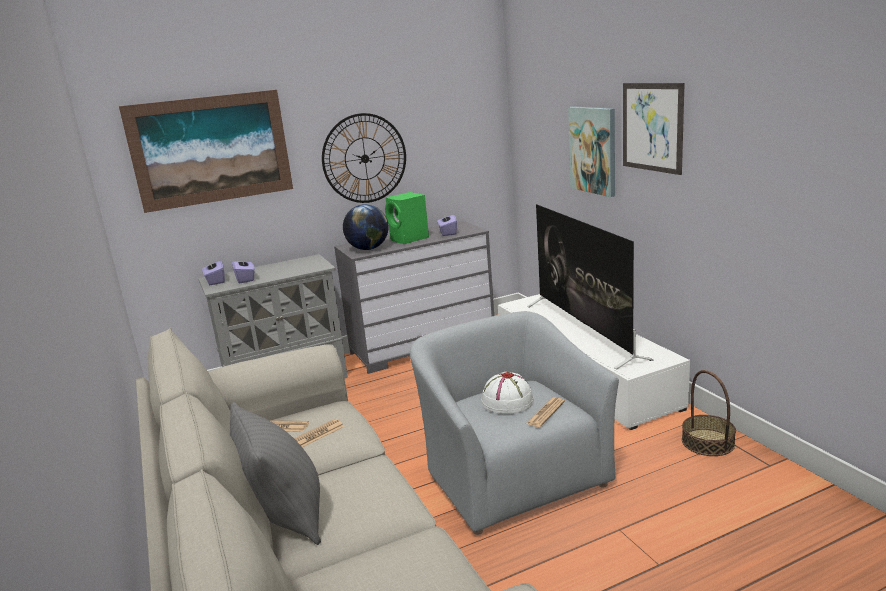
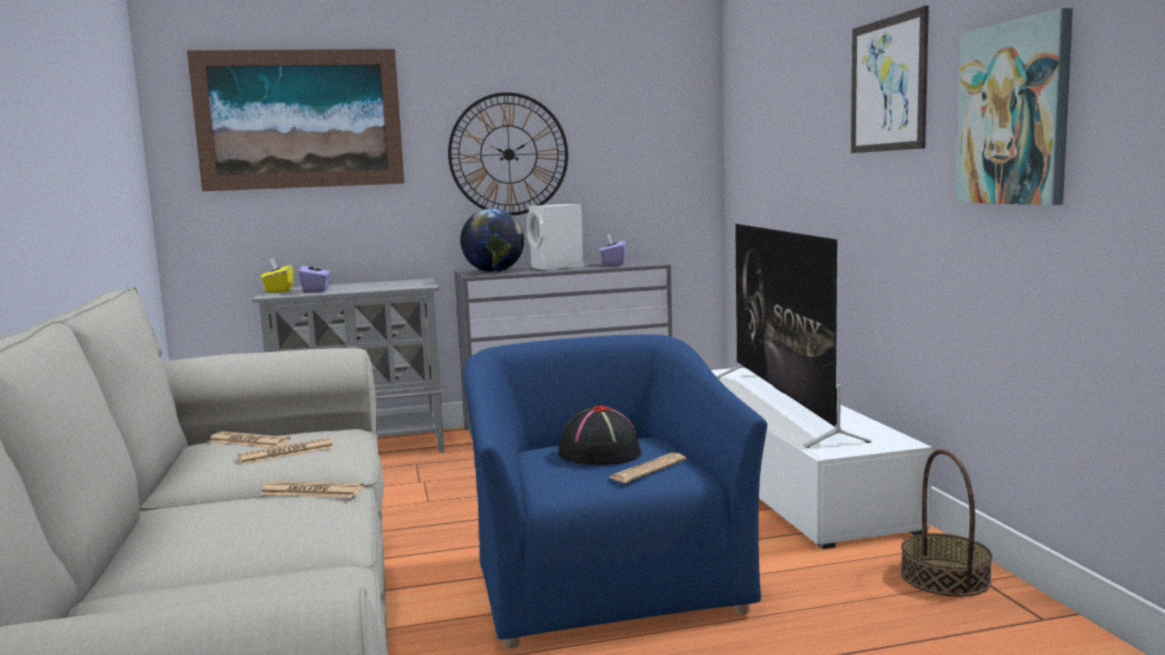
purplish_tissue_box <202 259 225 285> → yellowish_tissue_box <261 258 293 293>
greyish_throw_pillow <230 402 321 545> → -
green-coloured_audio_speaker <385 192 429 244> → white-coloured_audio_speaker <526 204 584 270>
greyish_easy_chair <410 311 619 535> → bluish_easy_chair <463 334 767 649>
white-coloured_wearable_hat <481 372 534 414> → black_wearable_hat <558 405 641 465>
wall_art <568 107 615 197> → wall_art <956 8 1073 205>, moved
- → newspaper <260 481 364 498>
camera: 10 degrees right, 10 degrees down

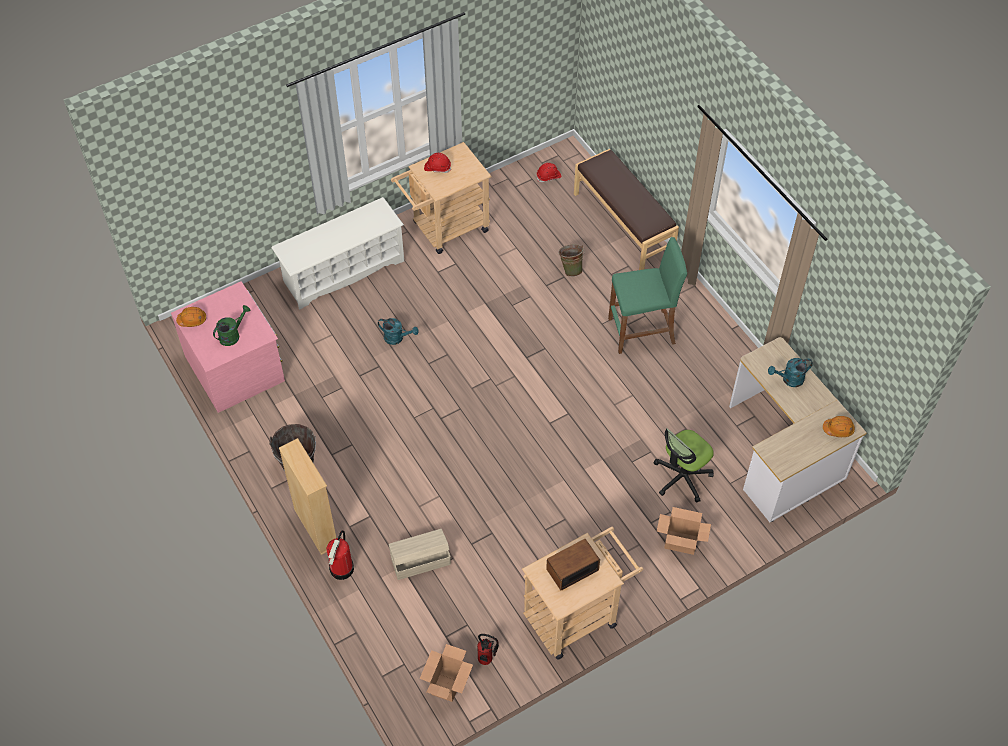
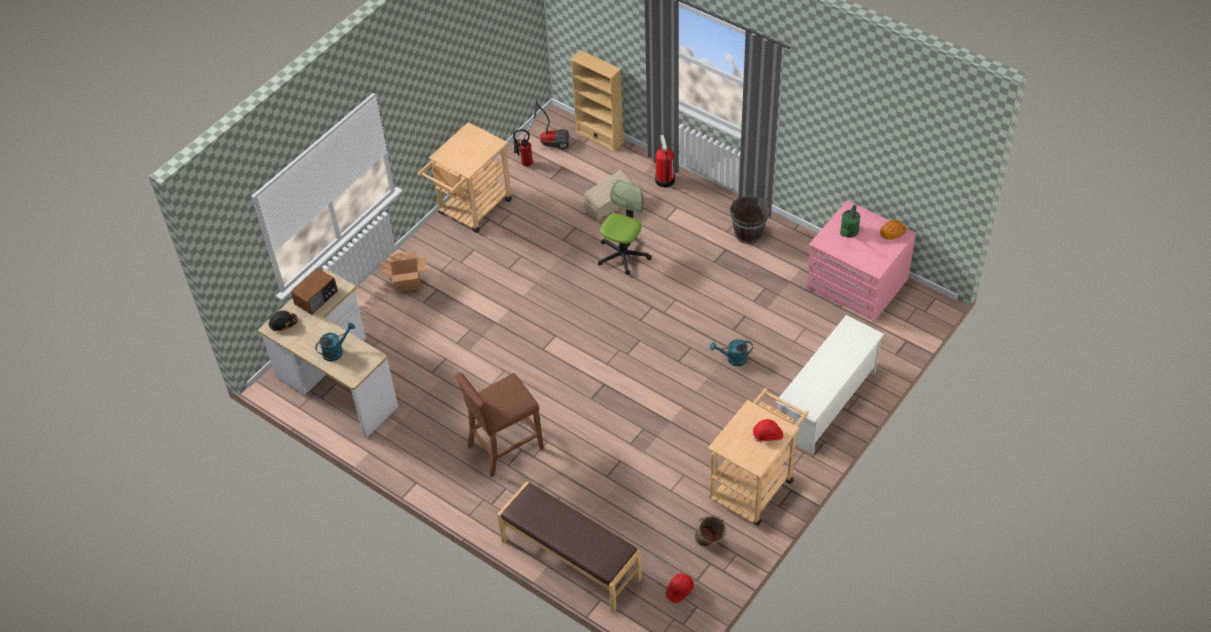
beige_bookshelf <279 438 336 555> → beige_bookshelf <570 50 624 152>, moved
packing_box <420 644 473 702> → vacuum <514 101 569 153>
radio_receiver <546 539 600 590> → radio_receiver <291 268 338 315>, moved
green-coloured_water_bucket <558 245 585 277> → green-coloured_water_bucket <695 515 726 547>, moved
green-coloured_sitting_stool <608 237 687 354> → brown_sitting_stool <455 372 544 478>
computer_chair <654 428 714 503> → computer_chair <598 180 652 275>, moved
orange_safety_helmet <823 416 855 437> → black_safety_helmet <268 310 298 331>
camera: 160 degrees right, 5 degrees down

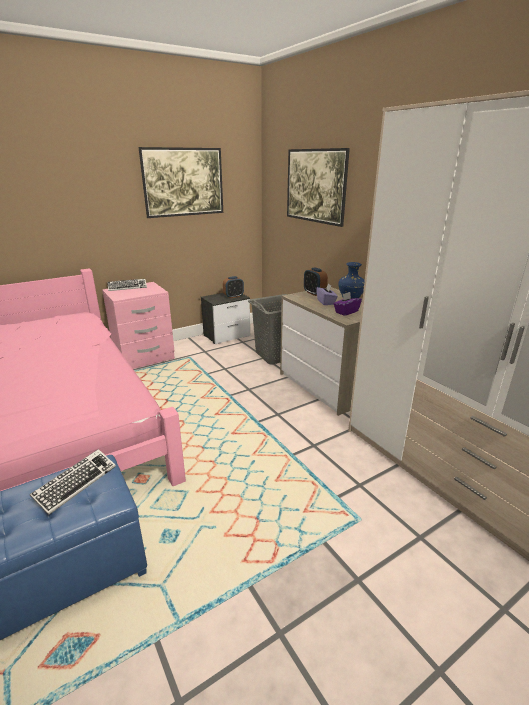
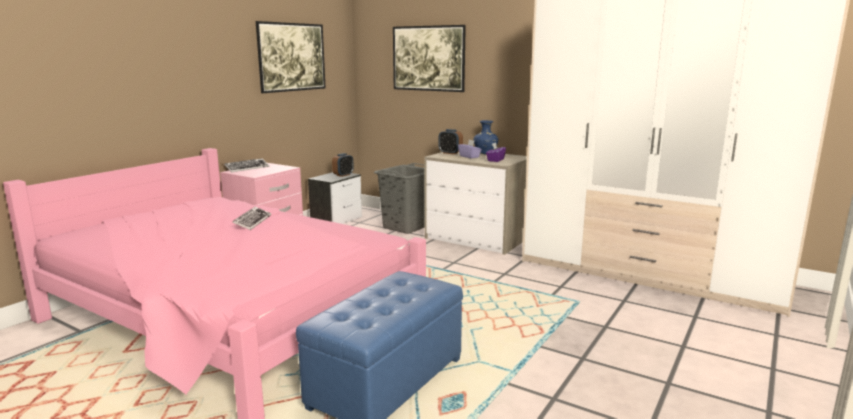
keyboard <30 449 116 515> → keyboard <232 207 271 230>, moved
camera: 25 degrees left, 10 degrees down

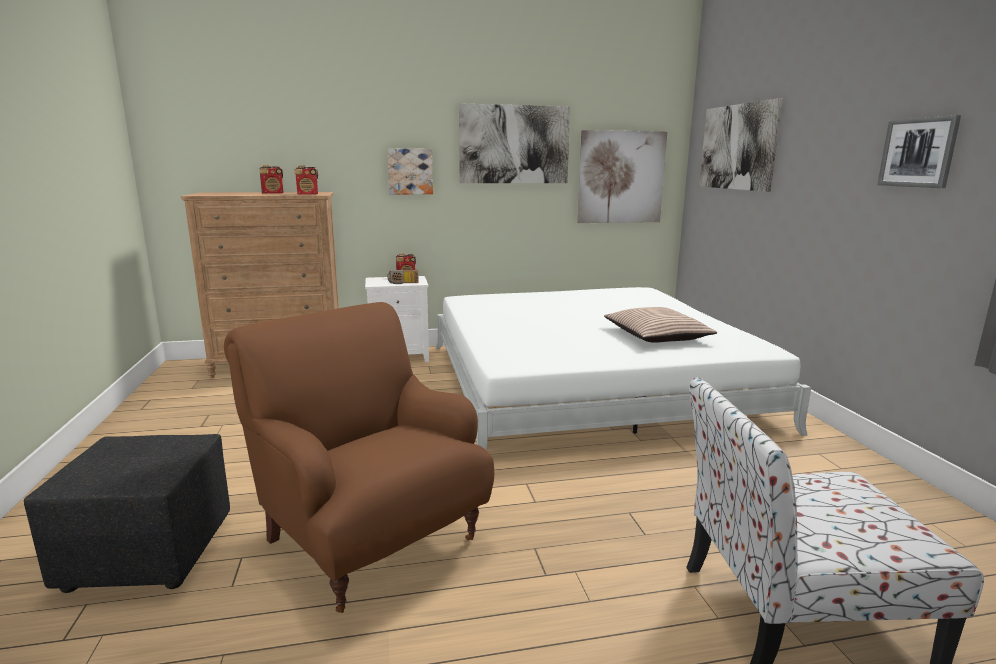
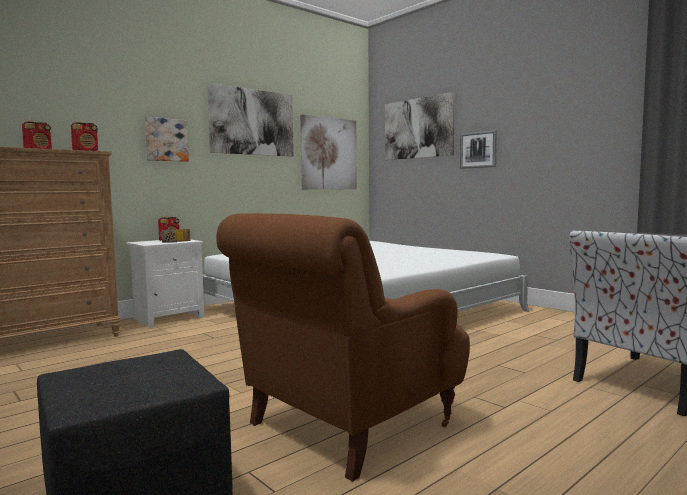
brown_easy_chair <224 302 494 613> → brown_easy_chair <216 213 470 482>, 60 degrees counterclockwise
throw_pillow <604 307 717 343> → -
wall_art <877 115 961 188> → wall_art <460 130 497 169>, moved
camera: 30 degrees left, 10 degrees down

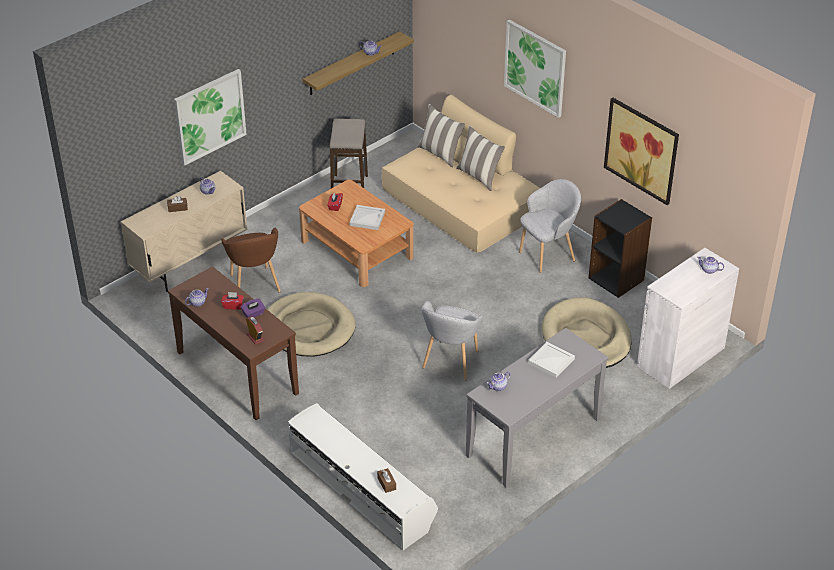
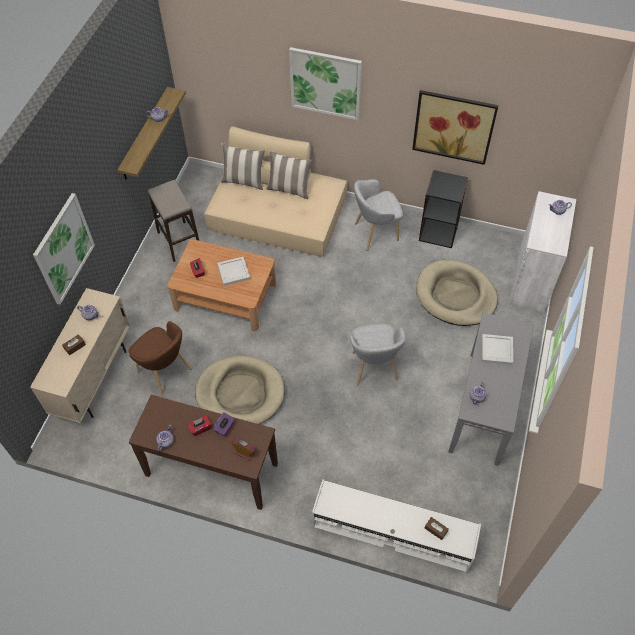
greyish_easy_chair <519 179 581 273> → greyish_easy_chair <354 179 403 251>, 135 degrees counterclockwise
camera: 30 degrees left, 15 degrees up

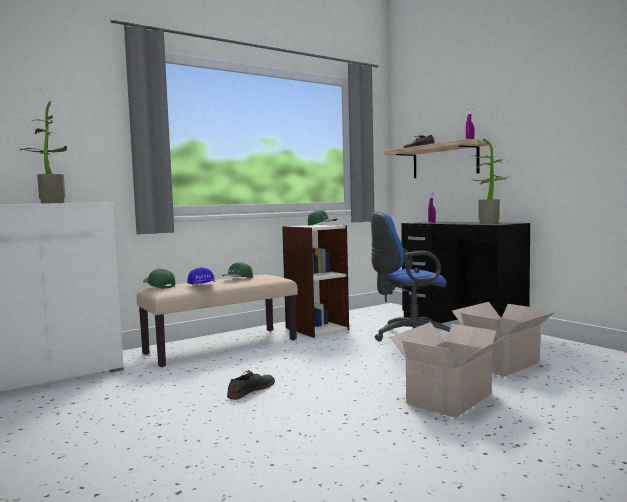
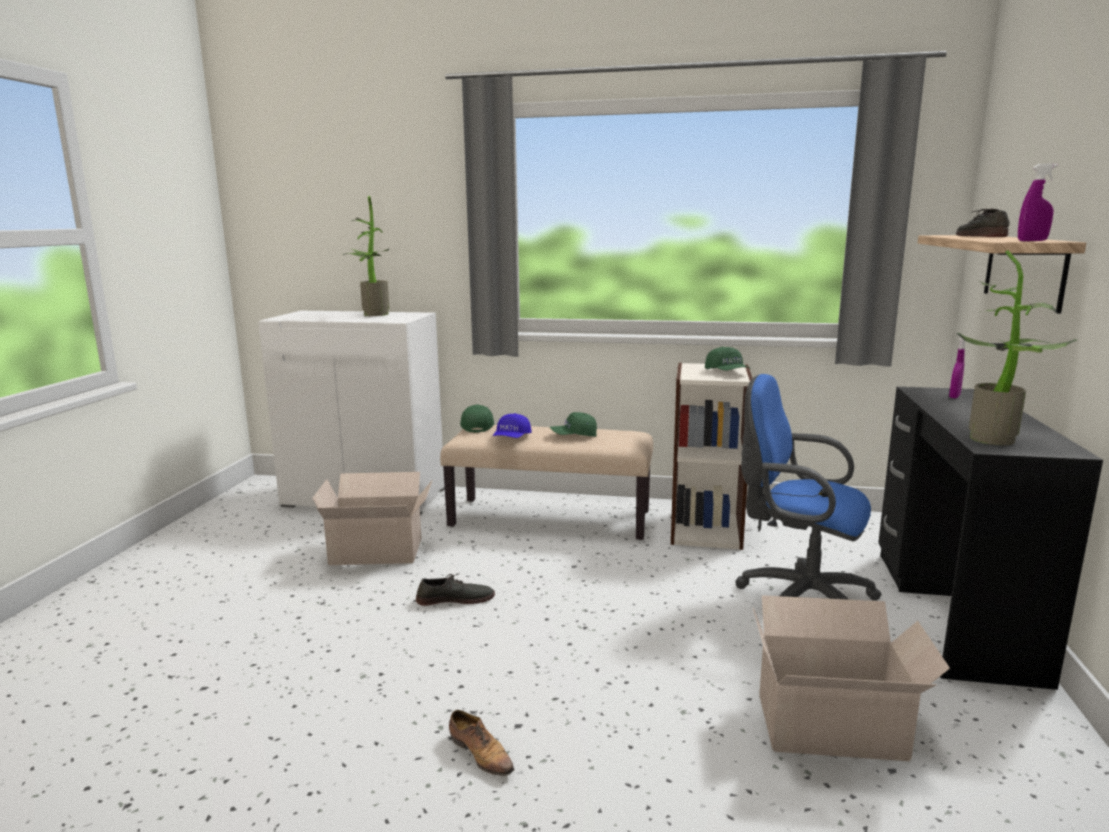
packing_box <390 322 510 418> → packing_box <312 472 432 565>, moved
- → item_of_footwear <449 710 514 776>
camera: 45 degrees right, 10 degrees up

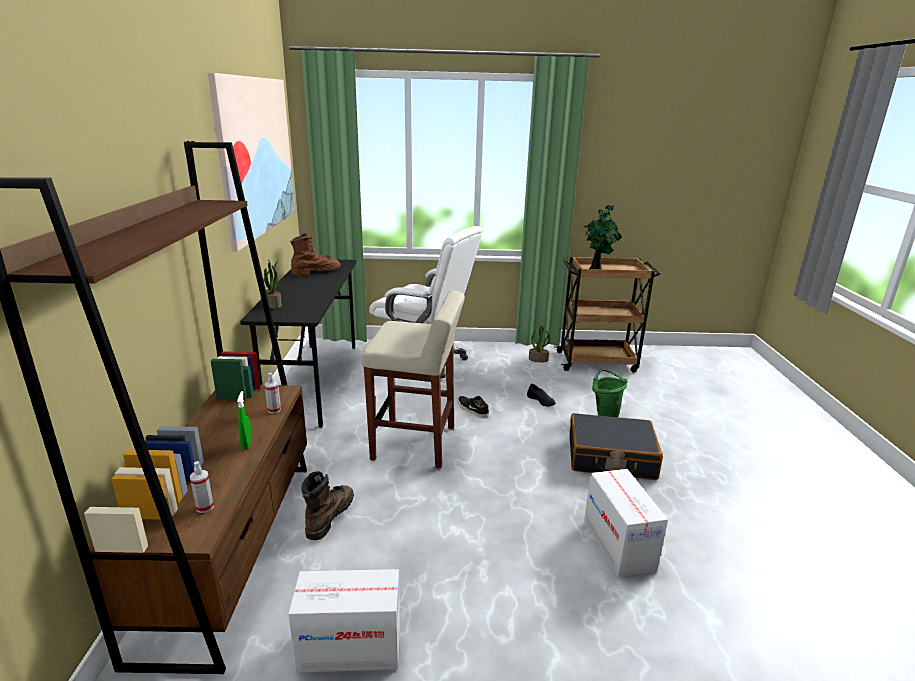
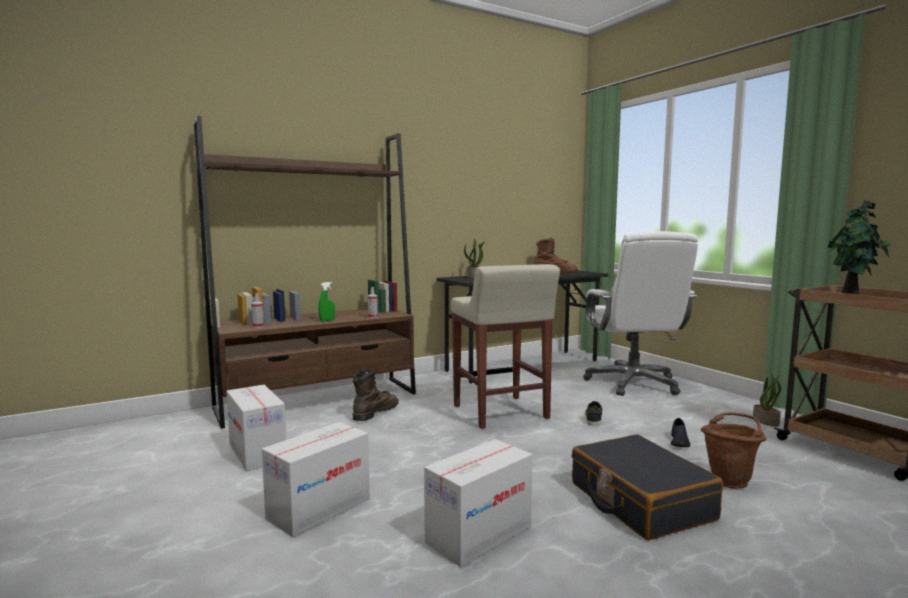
wall_art <207 73 295 252> → -
brown_high-top_boot <301 471 354 540> → brown_high-top_boot <353 368 399 421>, 45 degrees counterclockwise
green-coloured_water_bucket <592 369 627 417> → brown_water_bucket <700 412 767 489>
- → packing_box <262 422 370 538>
camera: 60 degrees right, 15 degrees down

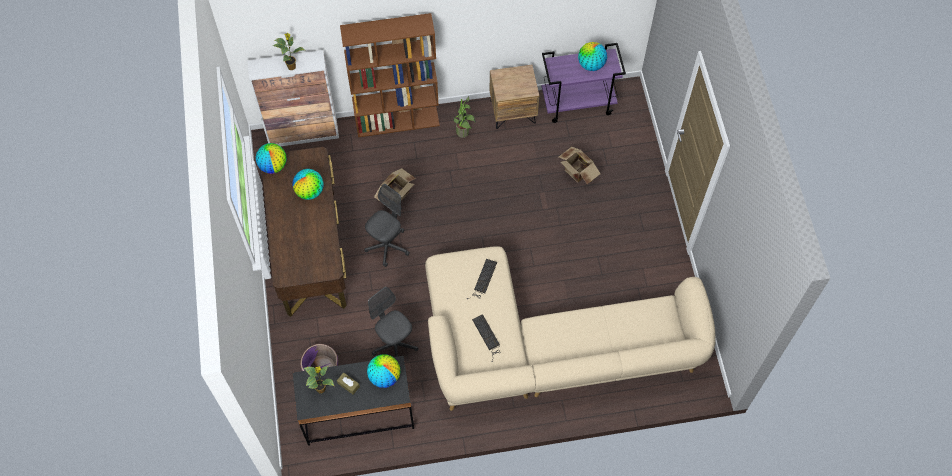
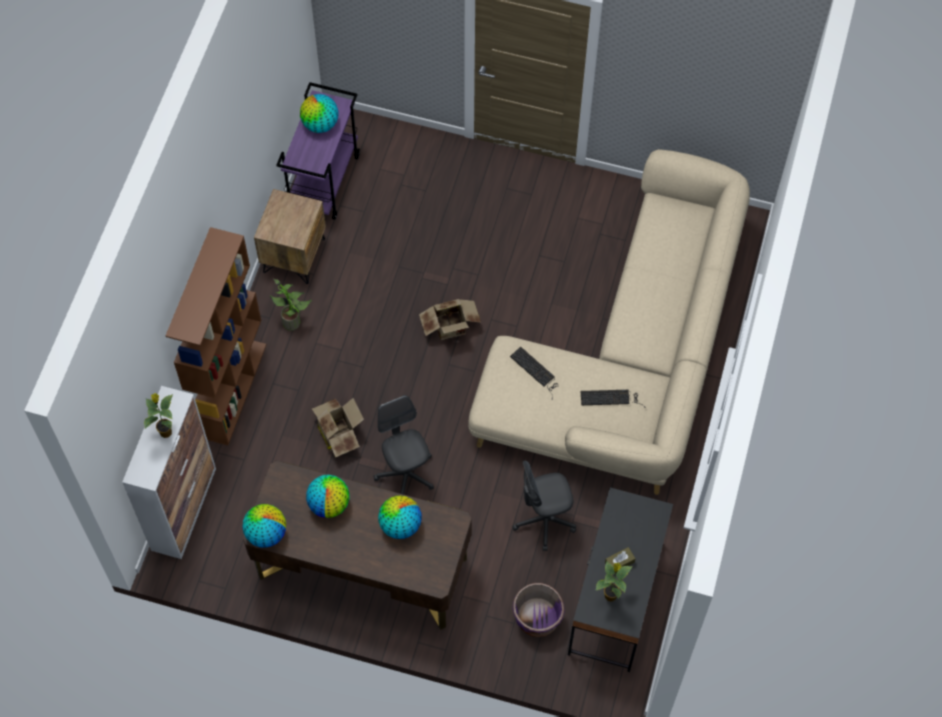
world_globe <367 354 400 388> → world_globe <378 496 422 539>, moved
packing_box <559 147 601 184> → packing_box <419 299 481 340>, moved
camera: 65 degrees left, 0 degrees up

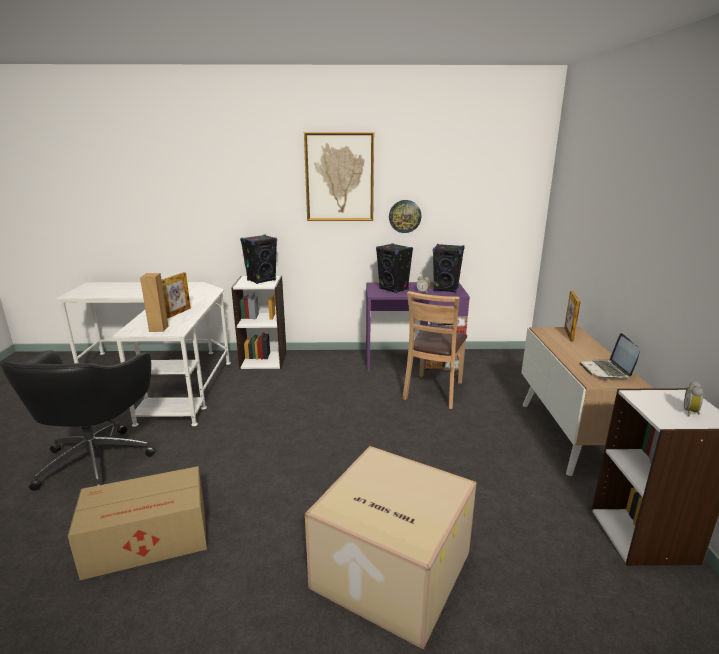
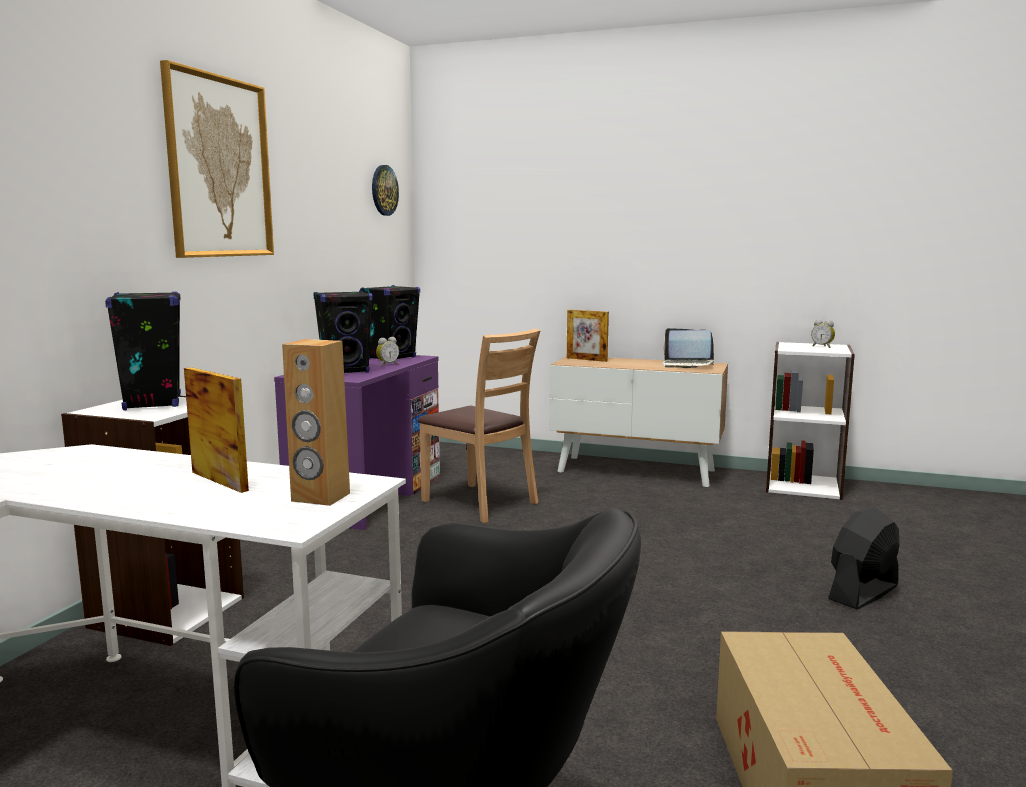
packing_box <305 446 477 650> → black_electric_fan <828 506 900 610>
clock_on_the_wall <389 200 422 233> → clock_on_the_wall <372 165 399 216>, moved
camera: 70 degrees left, 10 degrees down

